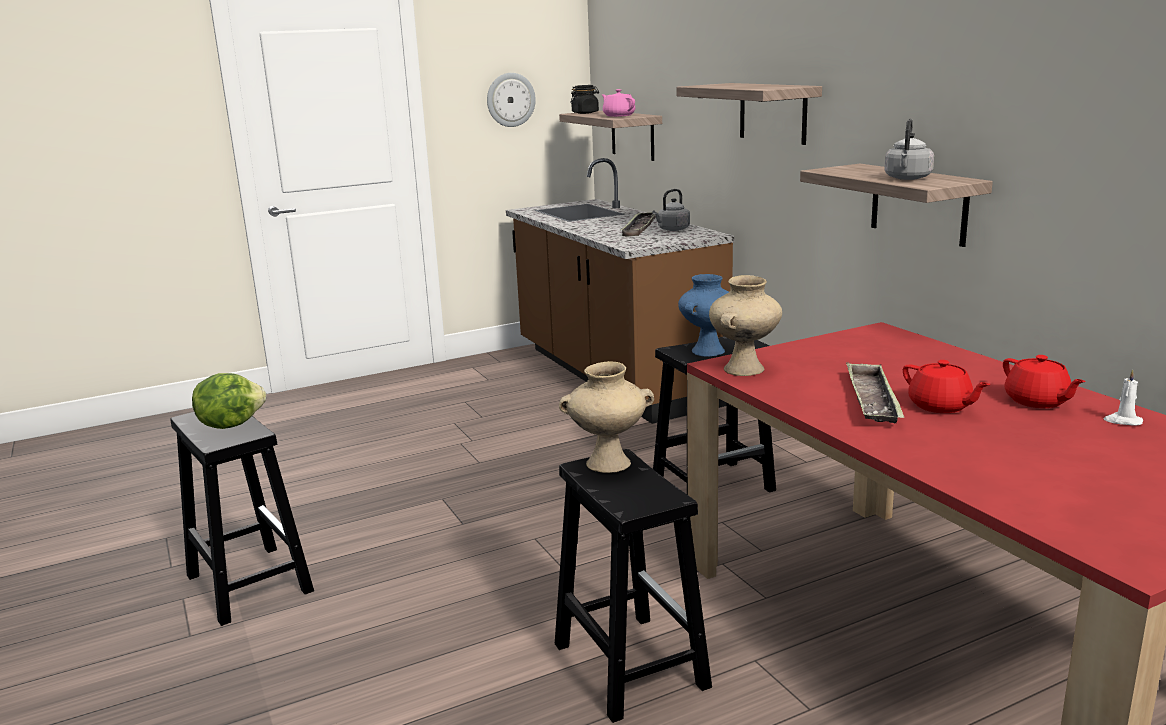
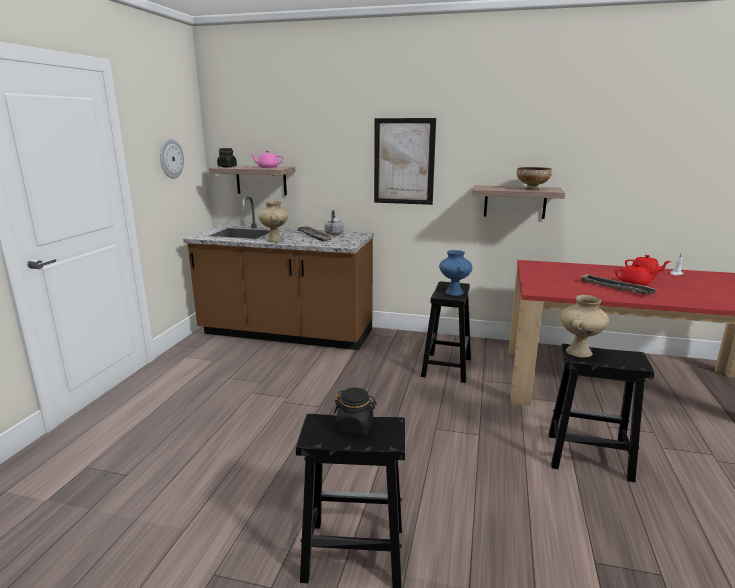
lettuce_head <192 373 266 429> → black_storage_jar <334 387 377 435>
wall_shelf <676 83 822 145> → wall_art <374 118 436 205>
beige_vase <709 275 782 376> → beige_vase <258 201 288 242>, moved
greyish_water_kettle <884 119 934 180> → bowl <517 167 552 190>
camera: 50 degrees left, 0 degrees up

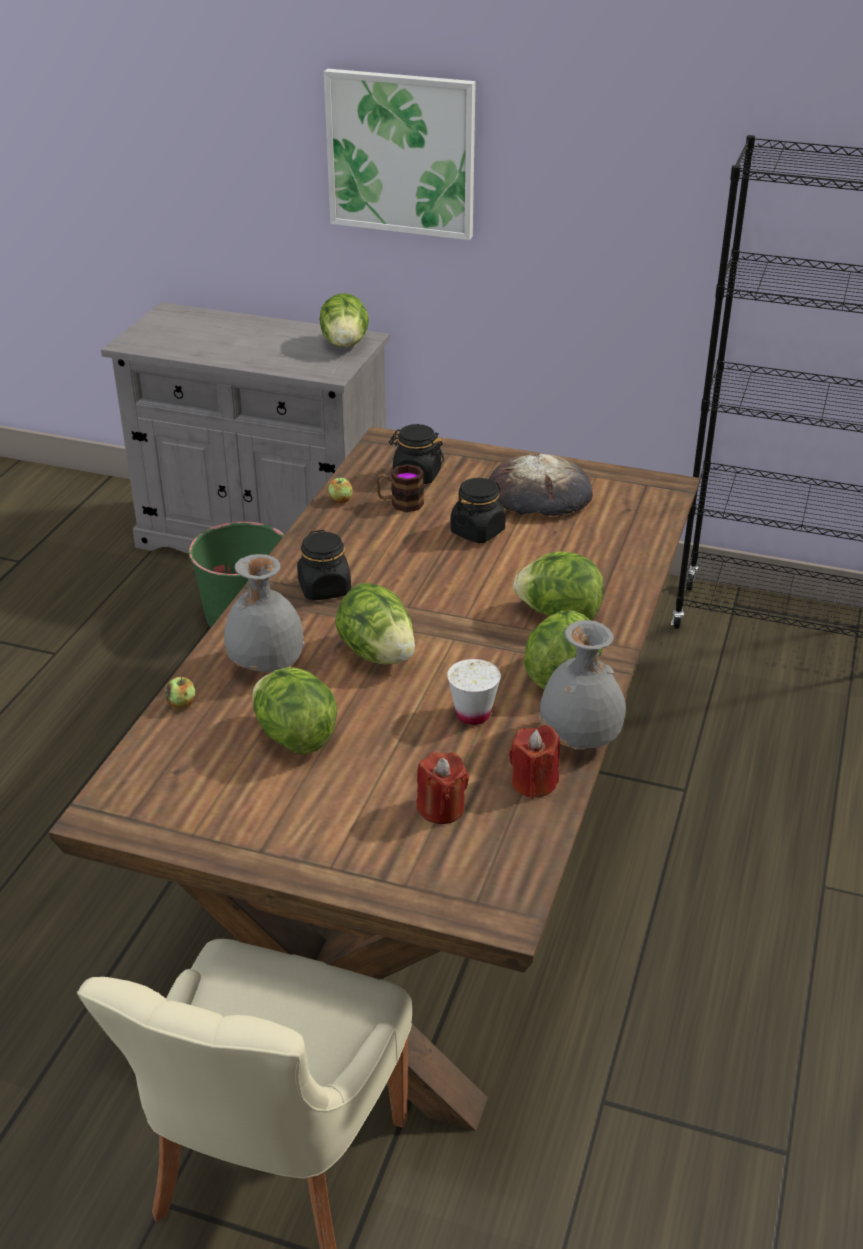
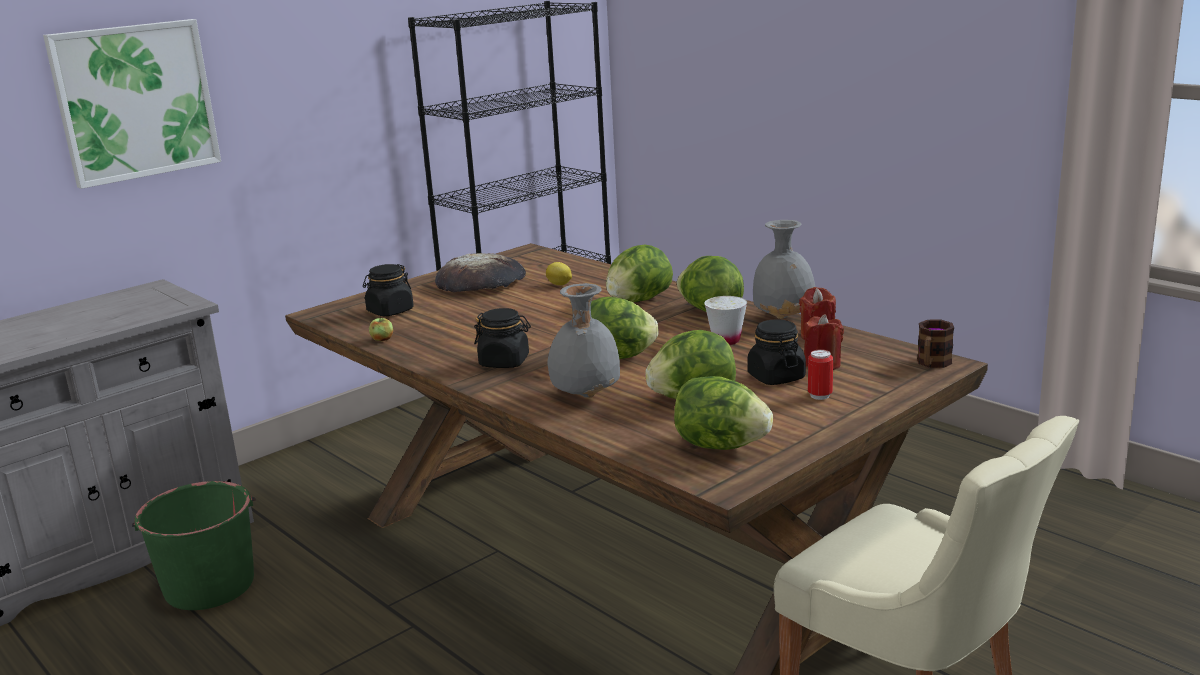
whole_apple <164 677 195 709> → -
lettuce_head <319 293 369 347> → lettuce_head <674 376 773 450>, moved
tea_mug <376 464 424 512> → tea_mug <917 320 954 368>, moved
black_storage_jar <450 478 506 543> → black_storage_jar <748 319 806 385>, moved
- → citrus_fruit <546 262 572 285>
- → sealed_can <808 349 833 400>
camera: 60 degrees left, 15 degrees down

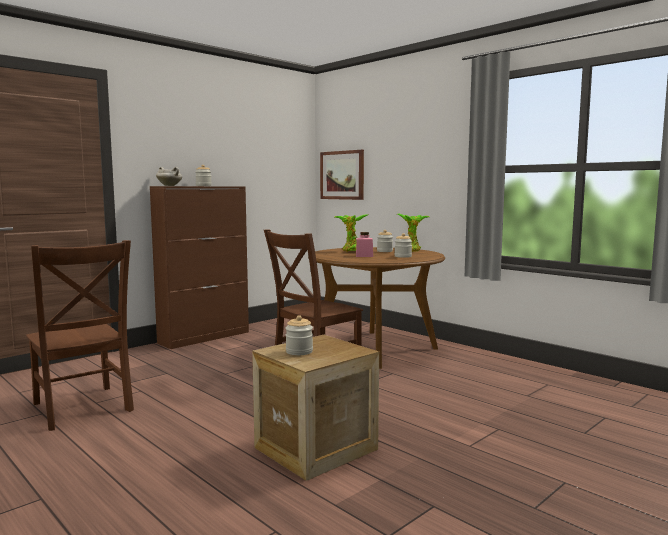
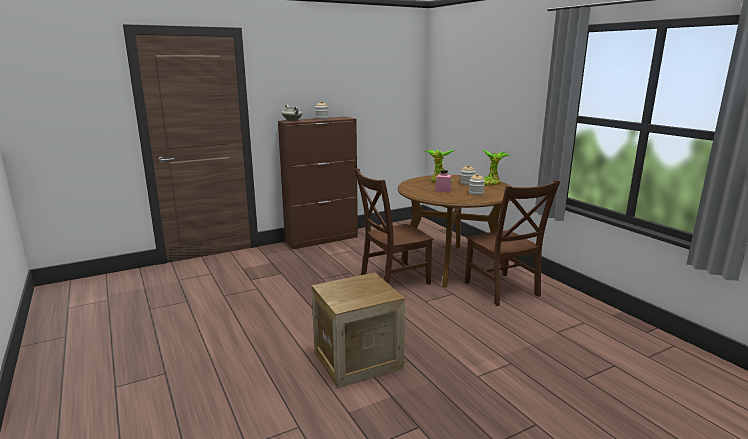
brown_plain_chair <26 240 134 431> → brown_plain_chair <465 180 560 306>, moved
storage_jar <285 315 313 355> → -
wall_art <320 150 364 200> → -
camera: 15 degrees right, 10 degrees up

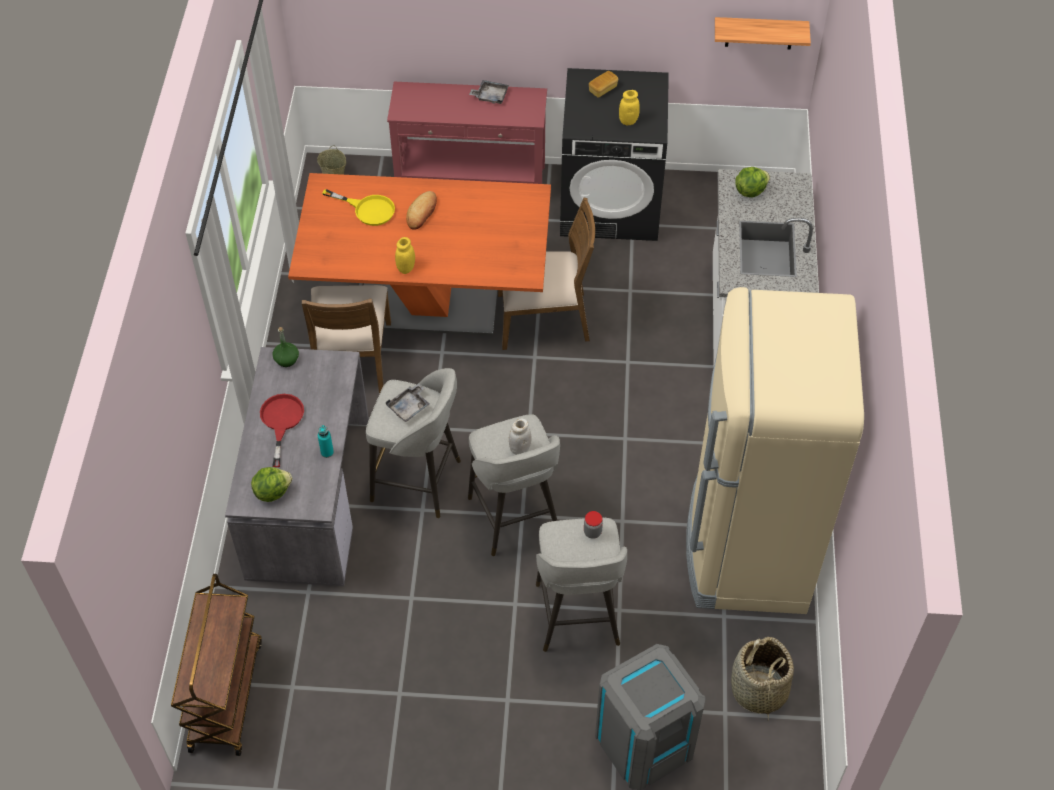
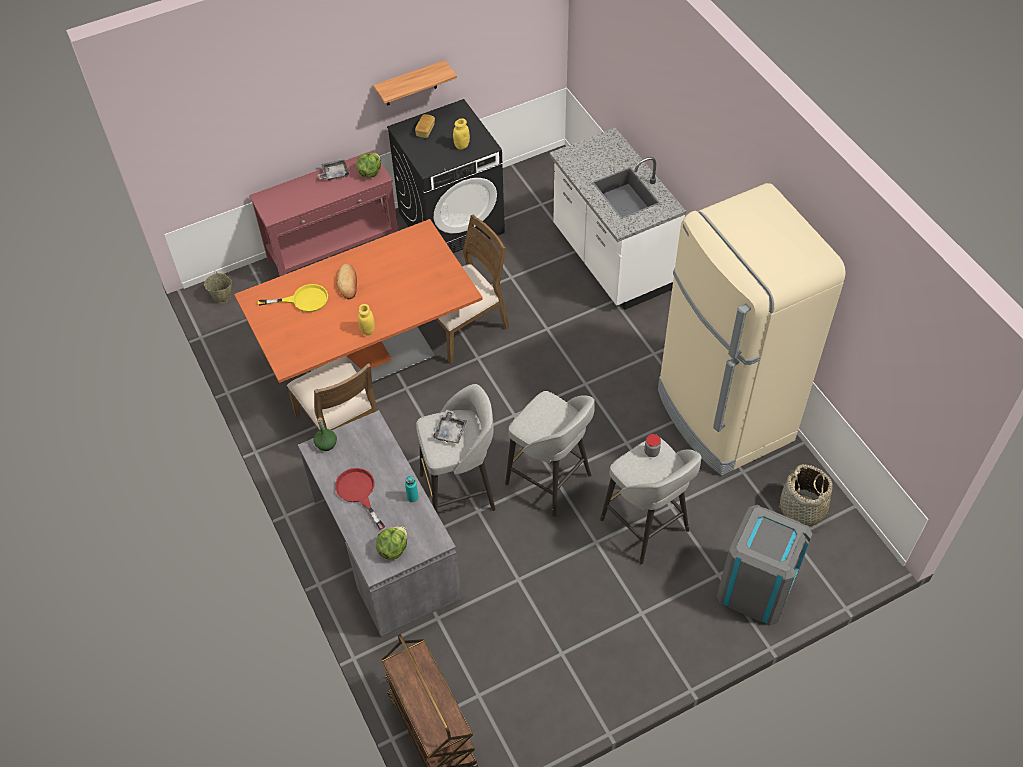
white-coloured_storage_jar <509 419 531 455> → -
wall_shelf <715 17 811 50> → wall_shelf <373 60 457 106>, moved
lettuce_head <735 167 770 198> → lettuce_head <356 153 381 178>, moved
camera: 30 degrees left, 0 degrees up

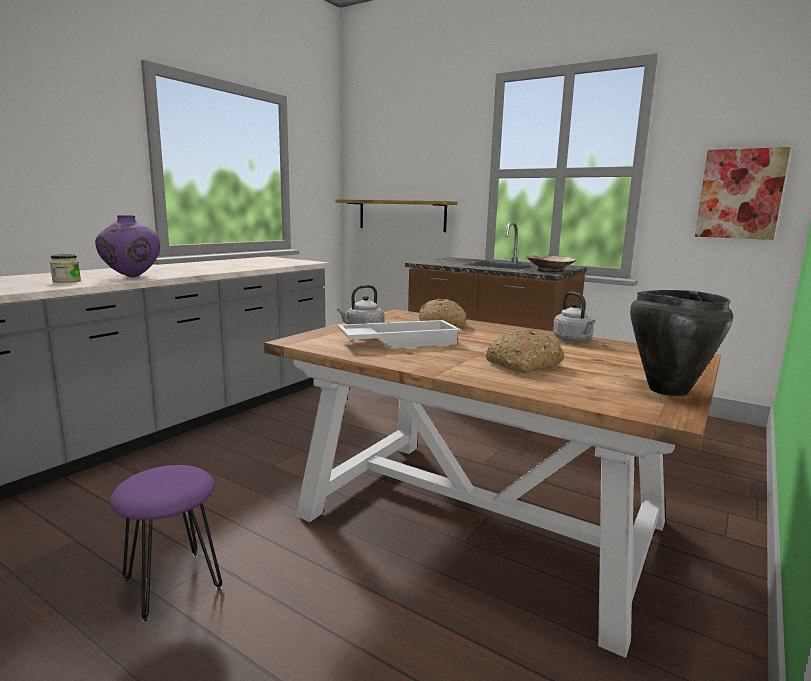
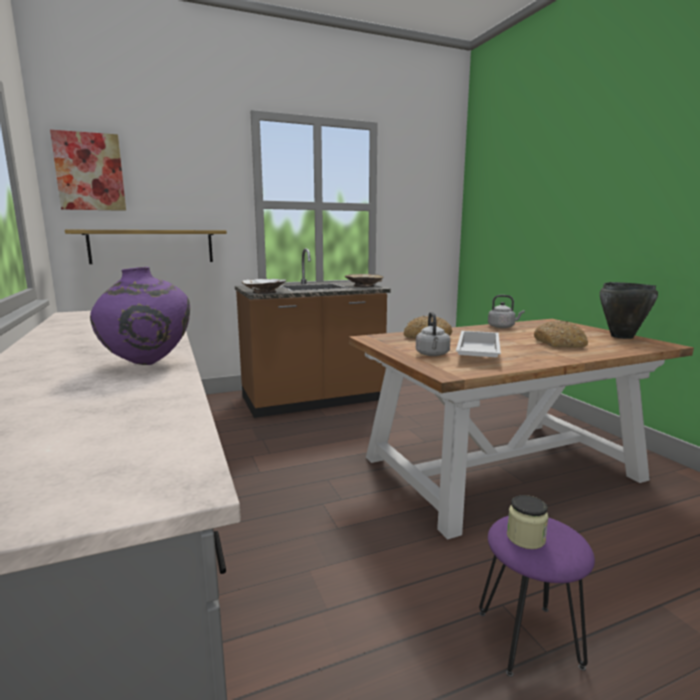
storage_jar <50 254 81 283> → storage_jar <507 495 549 549>, moved
wall_art <695 147 791 240> → wall_art <50 130 126 211>, moved
- → white-coloured_bowl <242 279 286 294>
camera: 55 degrees left, 0 degrees up

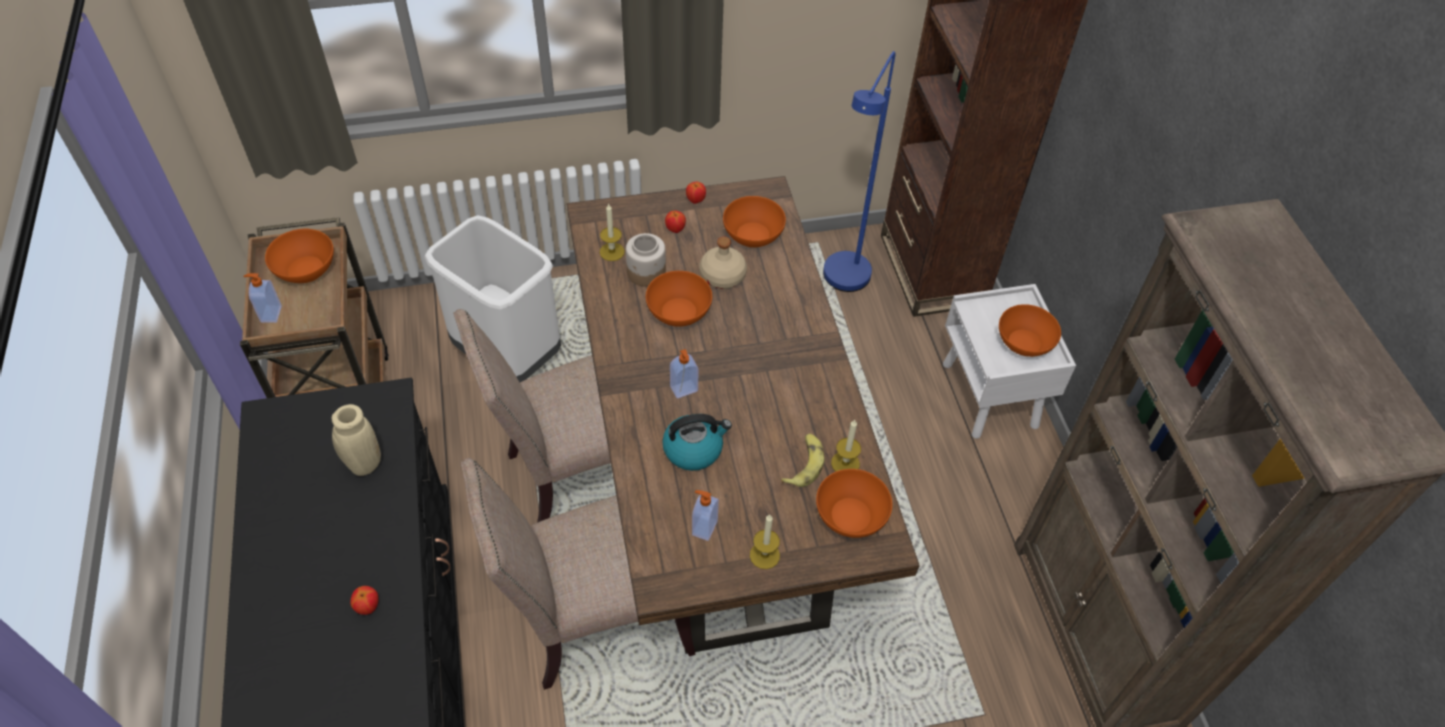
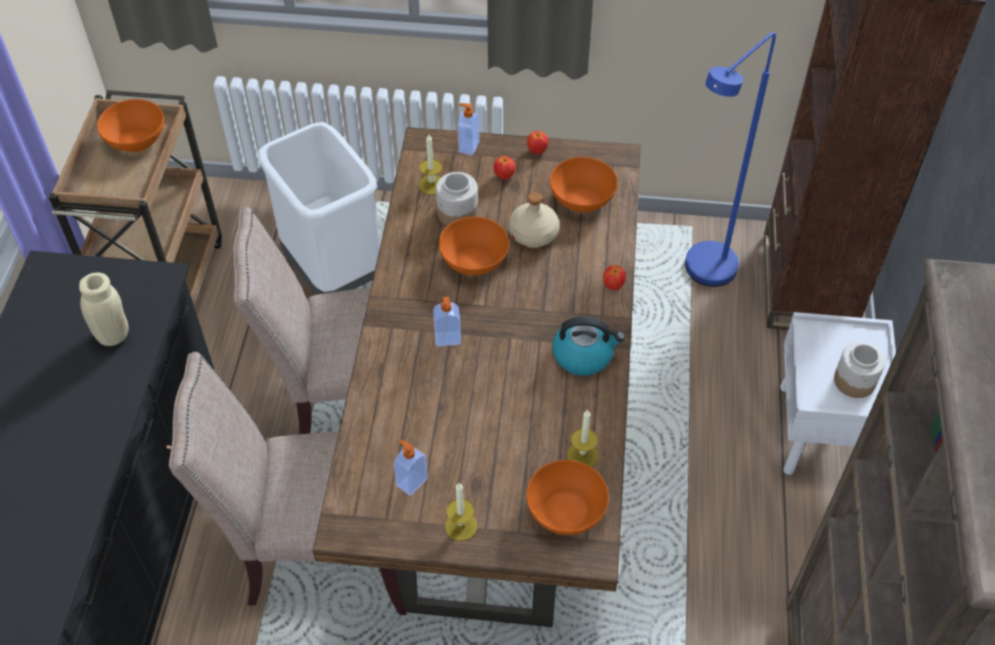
liquid_soap_bottle <244 273 282 323> → liquid_soap_bottle <458 103 479 156>, moved
whole_apple <350 586 378 615> → whole_apple <603 265 626 291>, moved
water_kettle <662 414 732 471> → water_kettle <552 317 625 376>, moved
whole_banana <781 433 824 487> → -
orange_bowl <999 304 1061 357> → storage_jar <834 342 885 398>
camera: 20 degrees right, 0 degrees up

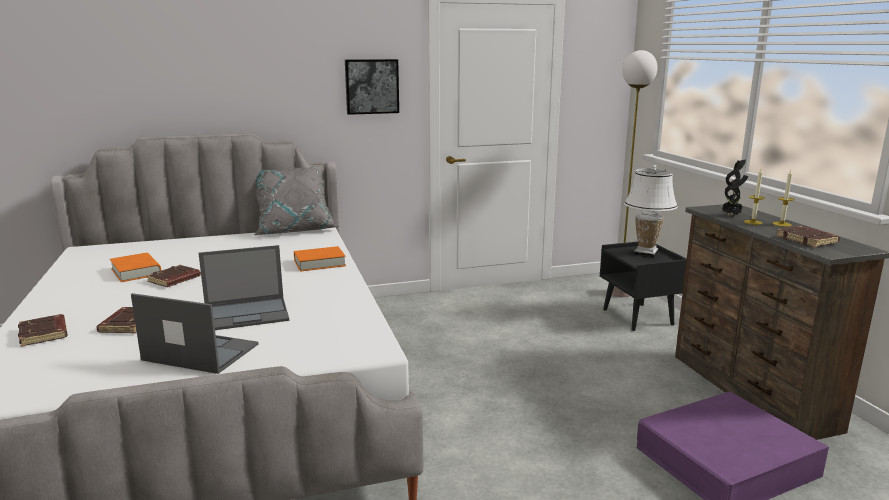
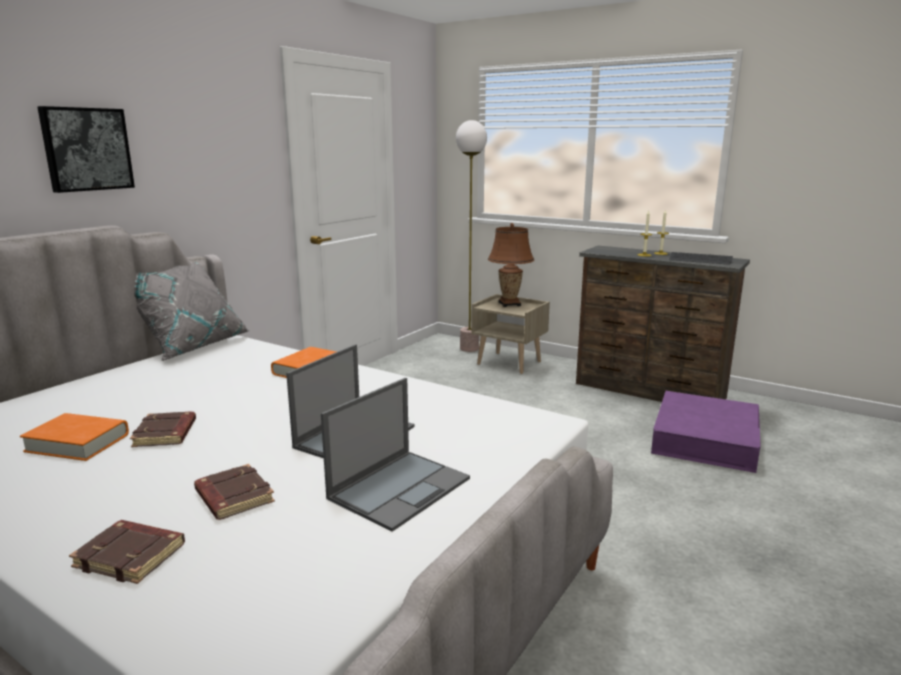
portable_computer <131 293 259 374> → portable_computer <321 378 470 532>, 150 degrees clockwise
wall_art <345 59 399 115> → wall_art <37 106 135 193>, moved
black_bedside_table <600 242 687 331> → beige_bedside_table <471 294 550 374>
white-coloured_table_lamp <624 165 678 258> → brown_table_lamp <488 223 534 307>
potted_plant <722 159 748 216> → -
brown_bound_book <776 226 840 247> → keyboard <669 252 733 265>
camera: 40 degrees left, 0 degrees up

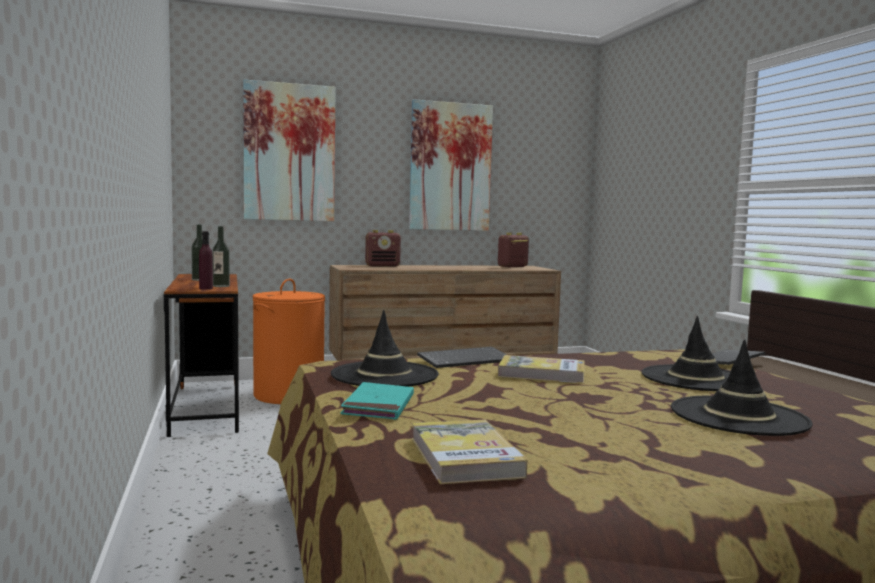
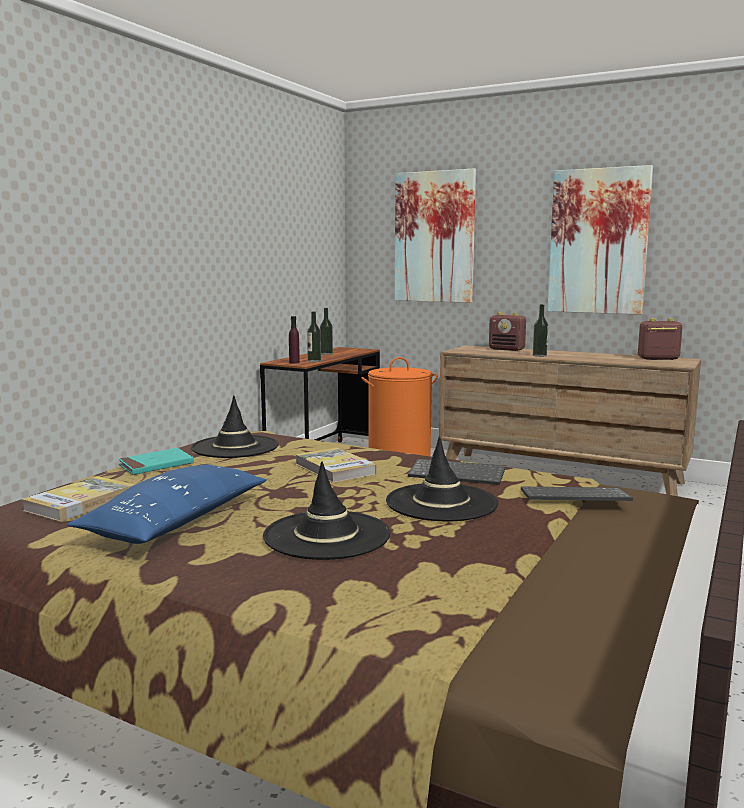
keyboard <417 347 507 368> → keyboard <408 459 505 485>, moved
- → bluish_throw_pillow <67 464 267 544>
- → bottle <533 304 548 357>
camera: 45 degrees right, 5 degrees up

